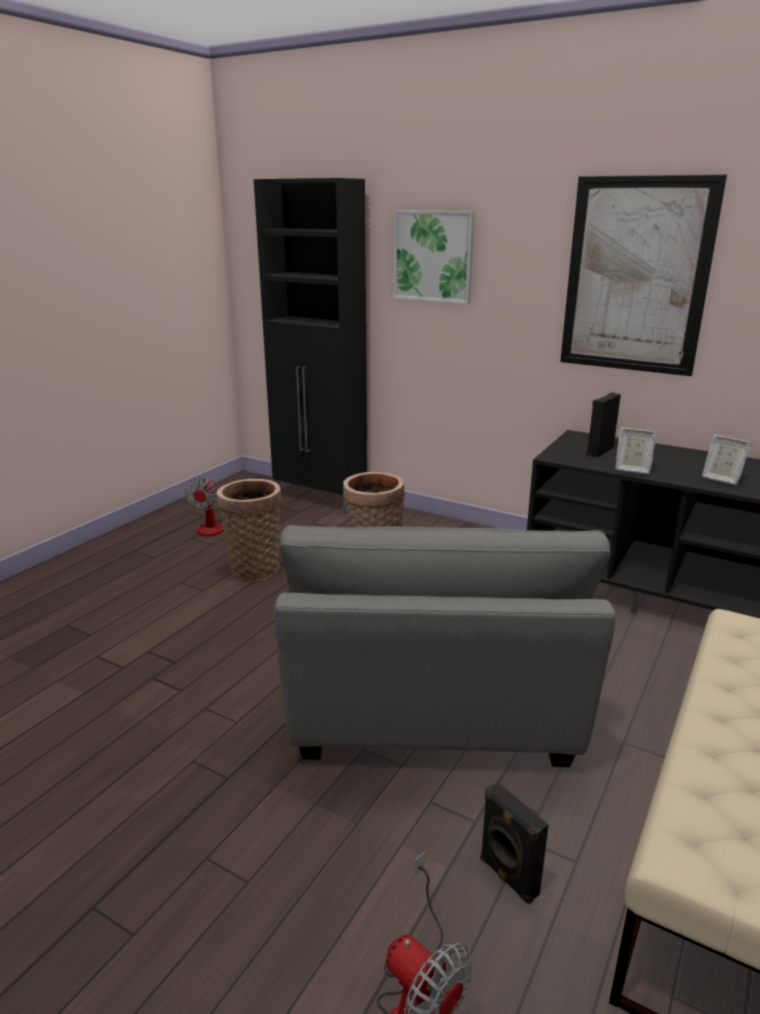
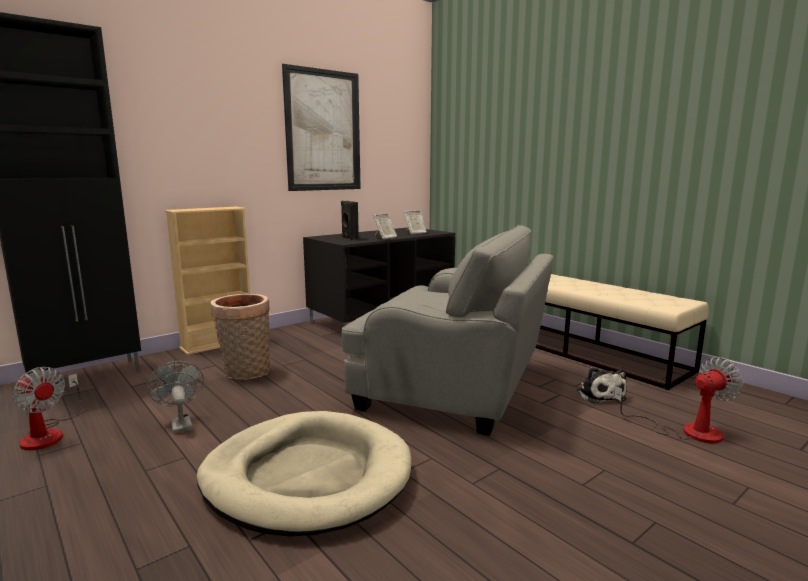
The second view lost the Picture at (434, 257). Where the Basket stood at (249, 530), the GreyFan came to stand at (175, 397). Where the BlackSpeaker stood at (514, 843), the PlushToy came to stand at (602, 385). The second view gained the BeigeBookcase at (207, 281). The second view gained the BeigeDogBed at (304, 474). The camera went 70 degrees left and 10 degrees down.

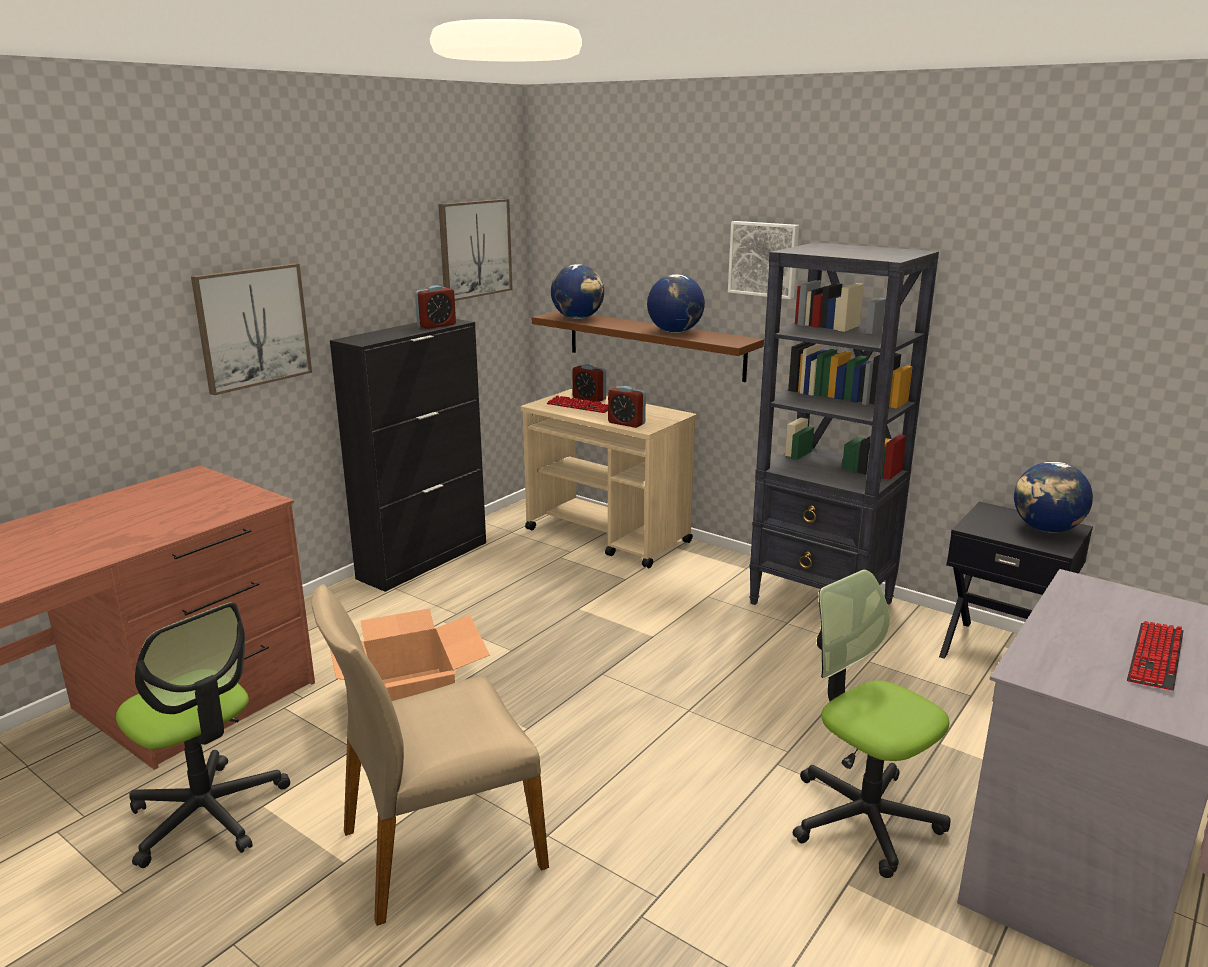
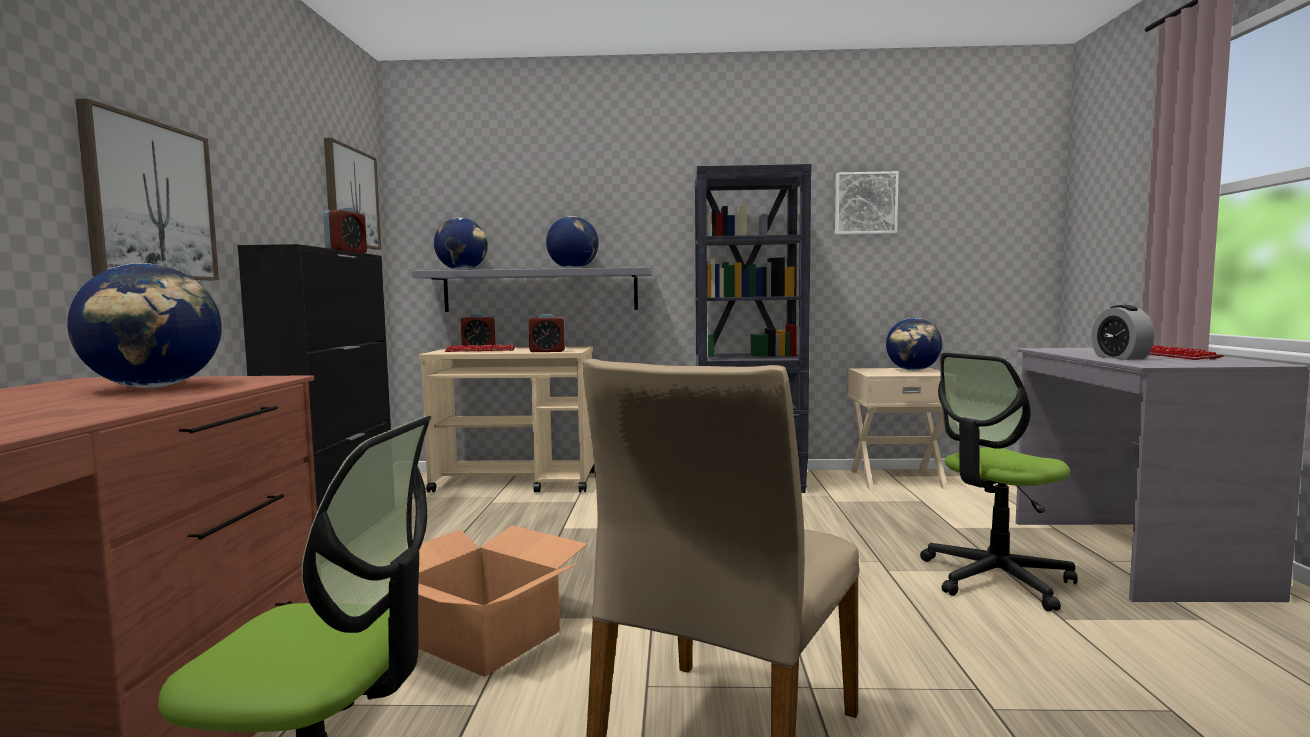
The Picture ended up elsewhere, having gone from (763, 260) to (867, 203). What was the BrownShelf at (648, 346) turned into the GreyShelf at (532, 289). What was the BlackNightstand at (1016, 580) turned into the BeigeNightstand at (898, 428). The OfficeChair at (871, 723) ended up facing another way, 45 degrees counterclockwise from before. The second view gained the Globe at (144, 325). The second view gained the AlarmClock at (1122, 332). The camera went 35 degrees left and 15 degrees down.

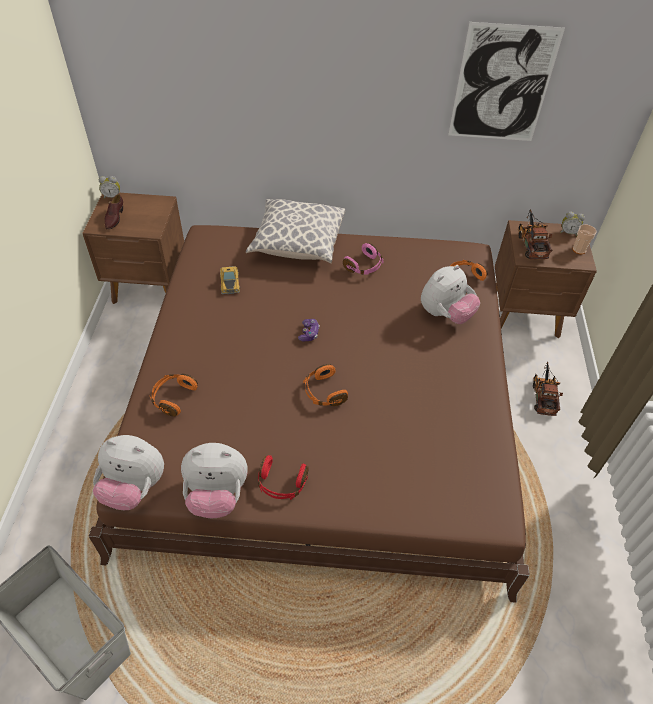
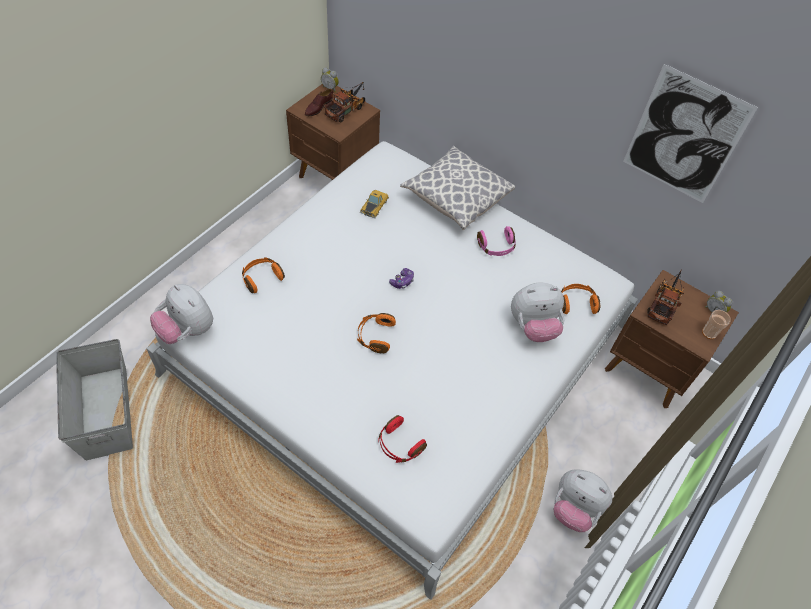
What was the BrownBed at (309, 414) turned into the WhiteBed at (392, 370). The ToyTruck ended up elsewhere, having gone from (548, 389) to (344, 102). The PlushToy ended up elsewhere, having gone from (214, 480) to (583, 500). The RedHeadphones ended up elsewhere, having gone from (283, 477) to (402, 439). The camera went 30 degrees right and 5 degrees up.

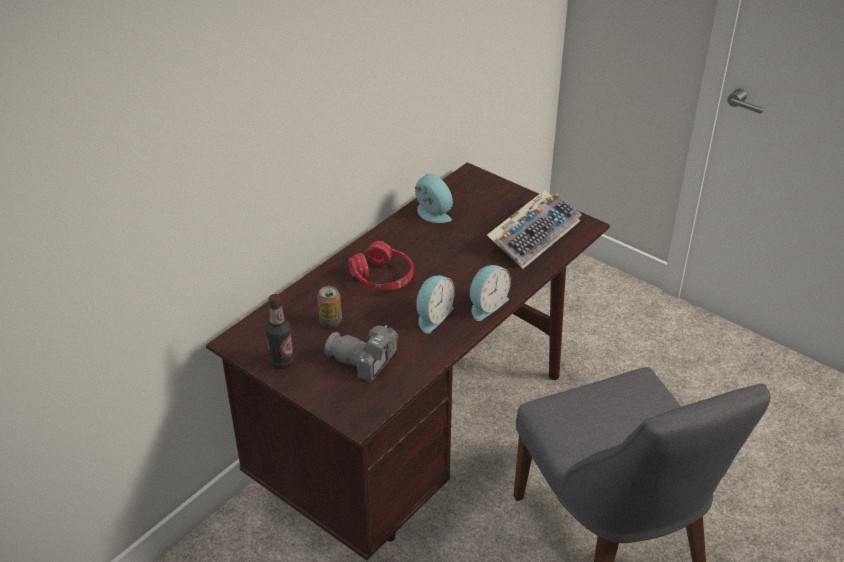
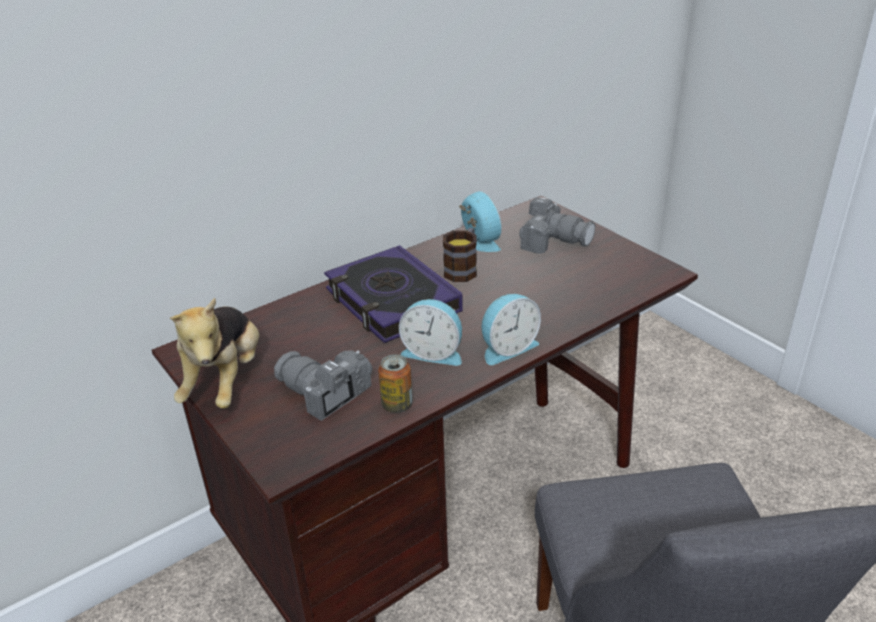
The second view lost the Keyboard at (534, 229). Where the RedHeadphones stood at (380, 265), the Book came to stand at (393, 294). The AlarmClock at (435, 305) ended up facing another way, 60 degrees clockwise from before. The Can ended up elsewhere, having gone from (329, 306) to (395, 383). Where the Bottle stood at (279, 331), the PlushToy came to stand at (214, 353). The second view gained the PhotoCamera at (557, 225). The second view gained the Mug at (460, 255). The camera went 15 degrees right and 5 degrees down.

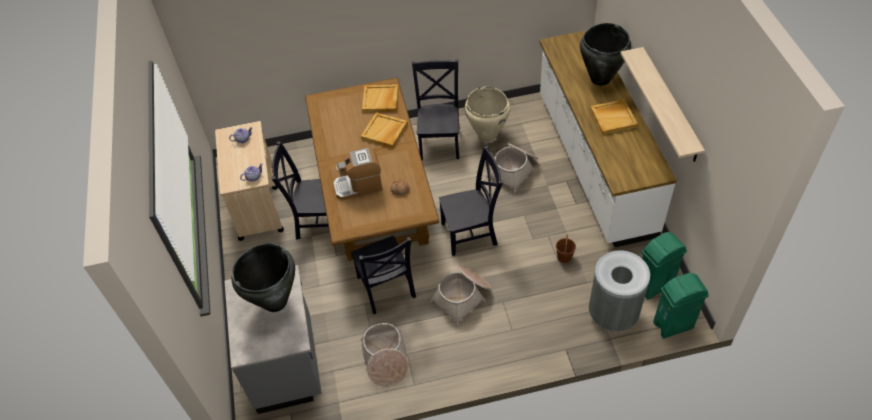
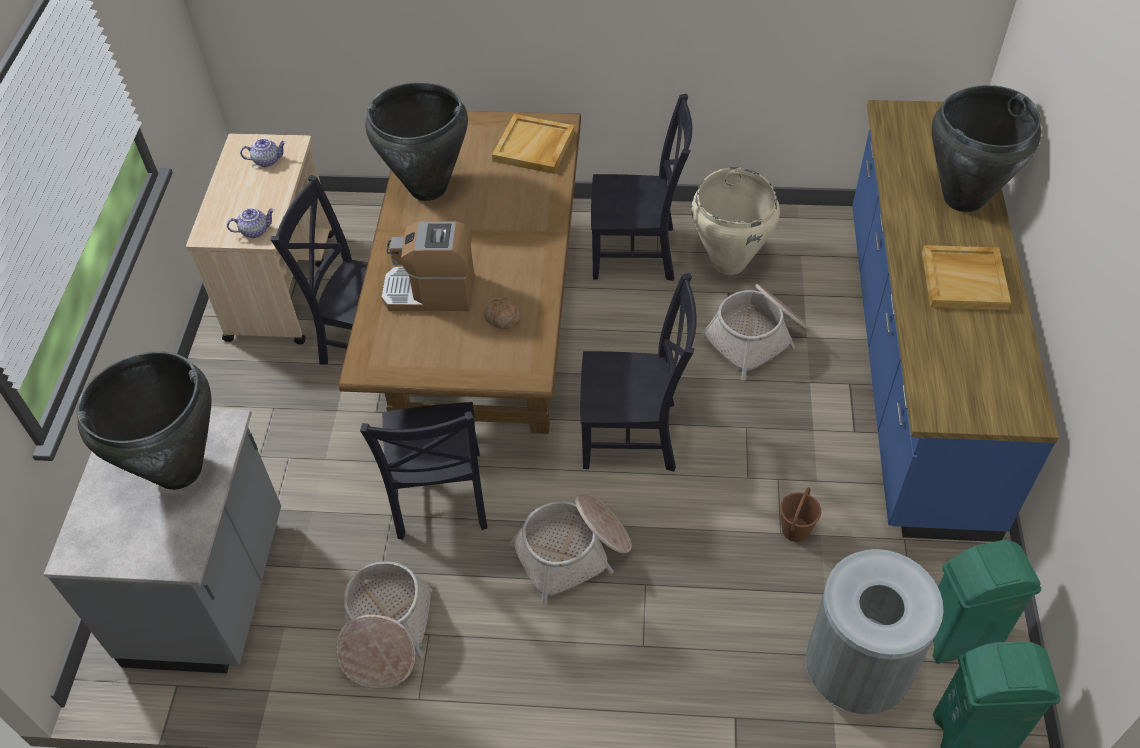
What was the WhiteCounter at (608, 138) turned into the BlueCounter at (955, 321). The second view lost the Shelf at (662, 104). The BlackChair at (435, 109) ended up facing another way, 75 degrees clockwise from before. The second view lost the BeigeTray at (384, 130). The second view gained the BlackVase at (416, 141). The camera went 15 degrees right and 0 degrees up.

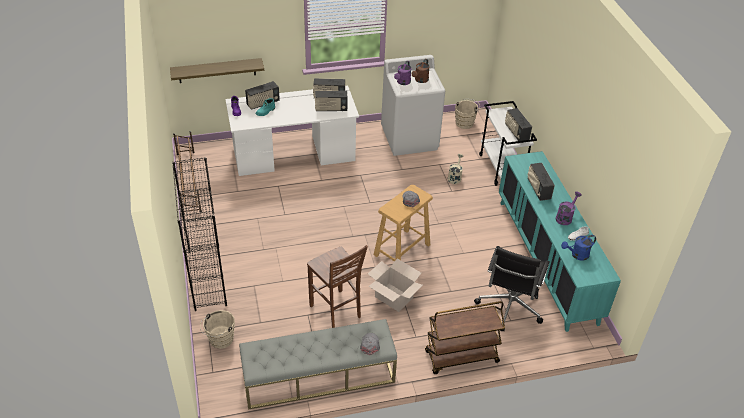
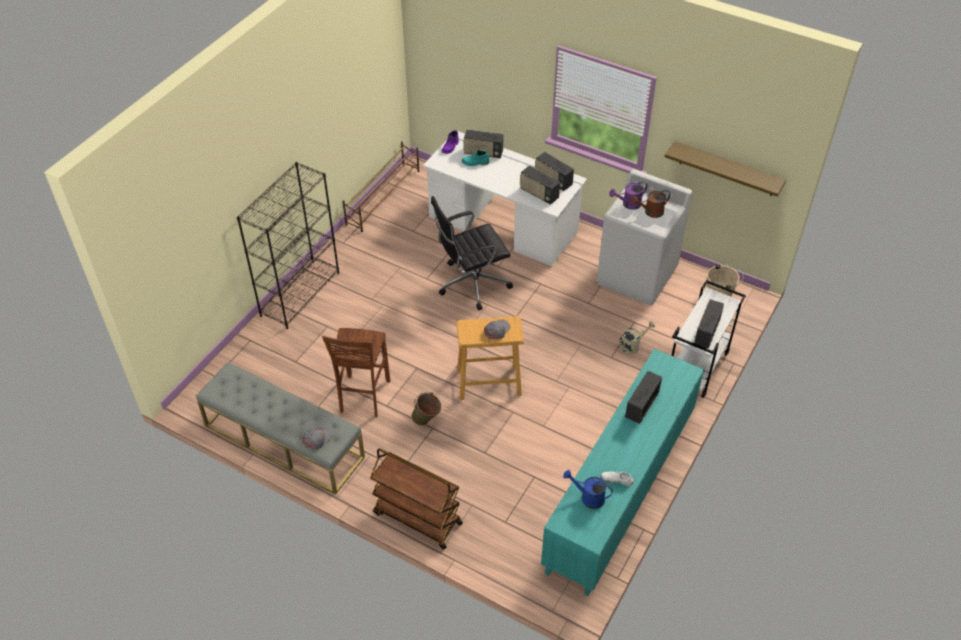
The Shelf ended up elsewhere, having gone from (217, 70) to (725, 168). The second view lost the PurpleWateringCan at (569, 208). The BlackOfficeChair ended up elsewhere, having gone from (512, 288) to (472, 253). Where the CardboardBox stood at (395, 285), the GreenBucket came to stand at (426, 408). The second view lost the BeigeBucket at (217, 329). The camera went 45 degrees right and 5 degrees up.

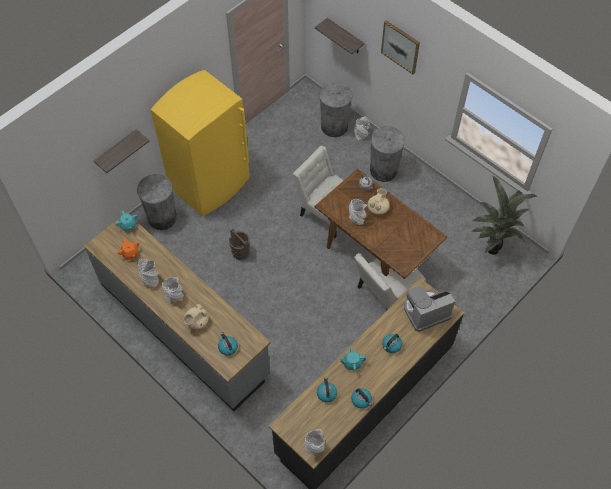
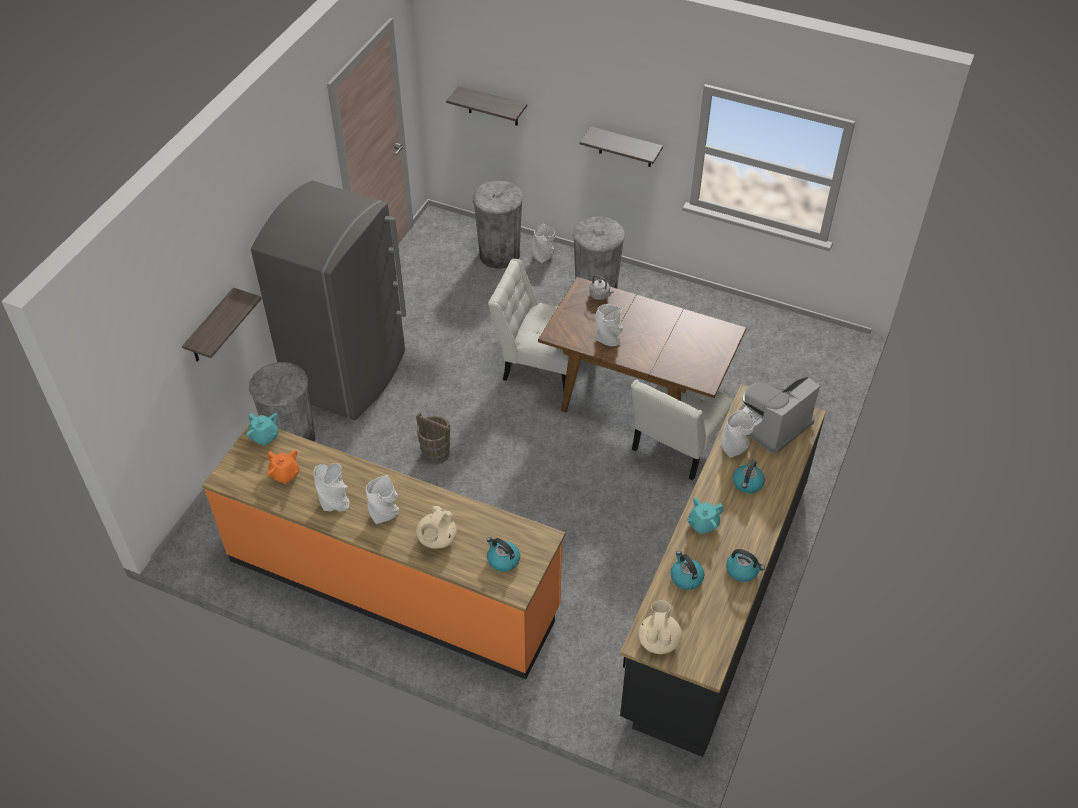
The second view lost the Picture at (400, 47). What was the YellowFridge at (200, 143) turned into the GreyFridge at (328, 300). The second view lost the PottedPlant at (504, 215). The BeigeTeapot ended up elsewhere, having gone from (378, 201) to (660, 627). What was the GreyCounter at (177, 312) turned into the OrangeCounter at (383, 552). The GreyVase ended up elsewhere, having gone from (315, 441) to (737, 433). The second view gained the Shelf at (621, 146). The camera went 20 degrees left and 10 degrees down.

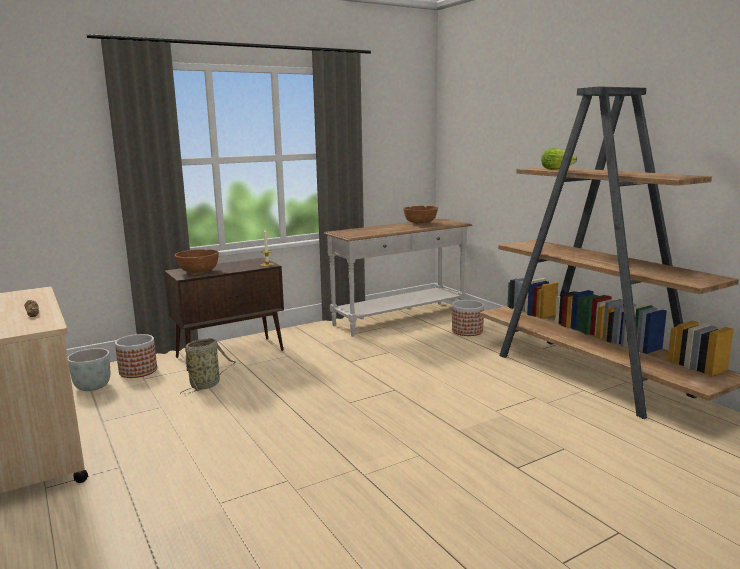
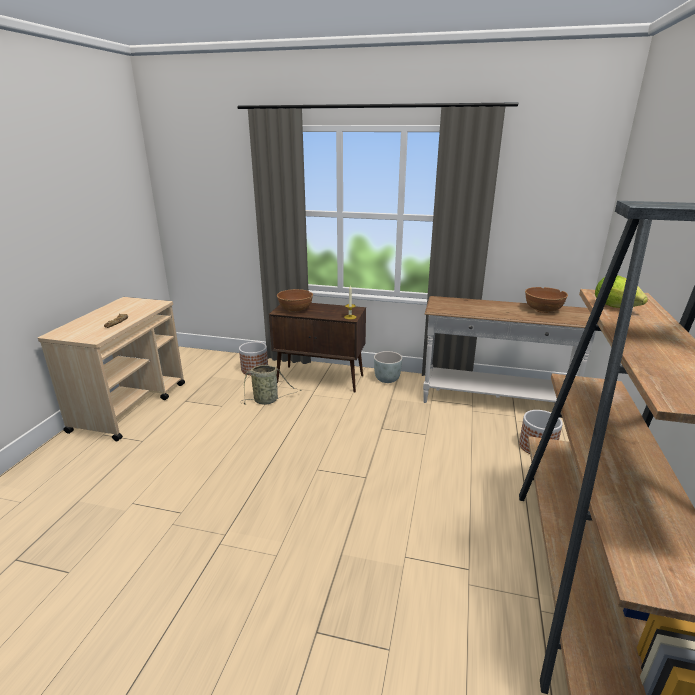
The GreyPlanter ended up elsewhere, having gone from (89, 369) to (388, 367). The camera went 45 degrees right and 10 degrees up.

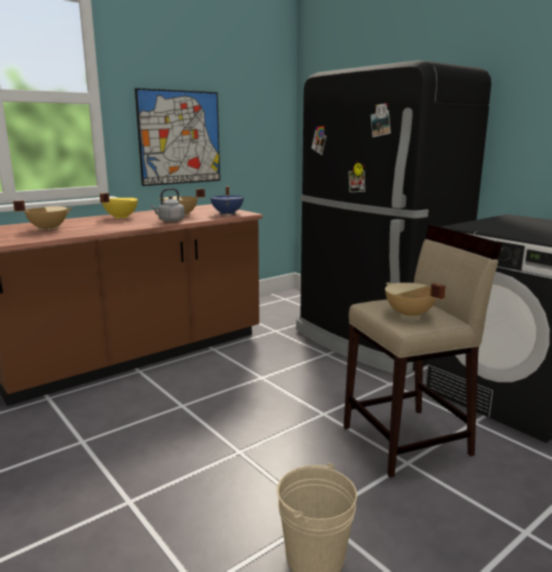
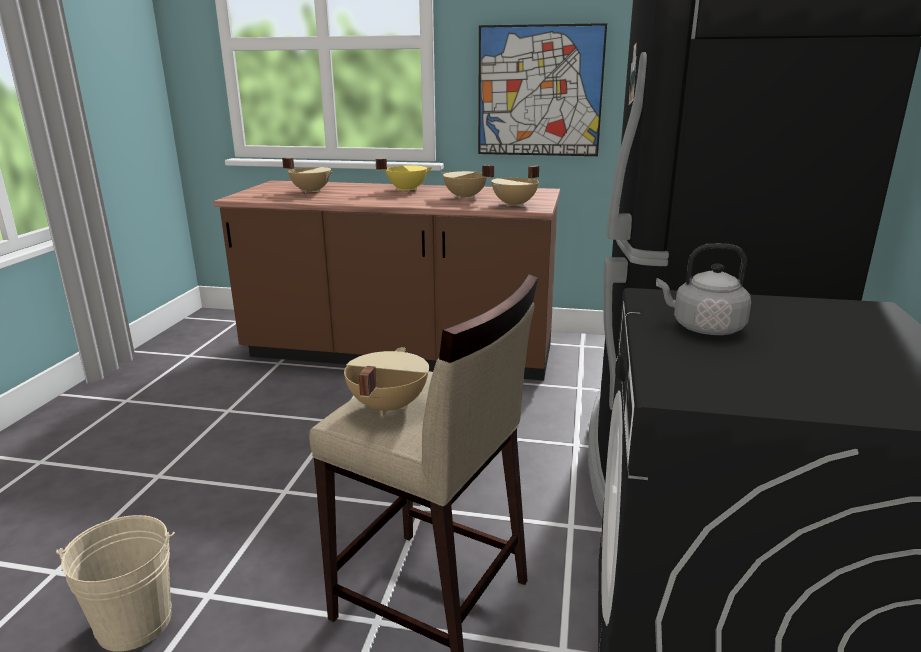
What was the BlueCookingPot at (227, 200) turned into the BeigeCookingPot at (515, 186). The GreyKettle ended up elsewhere, having gone from (168, 205) to (703, 289). The camera went 50 degrees right and 5 degrees up.

